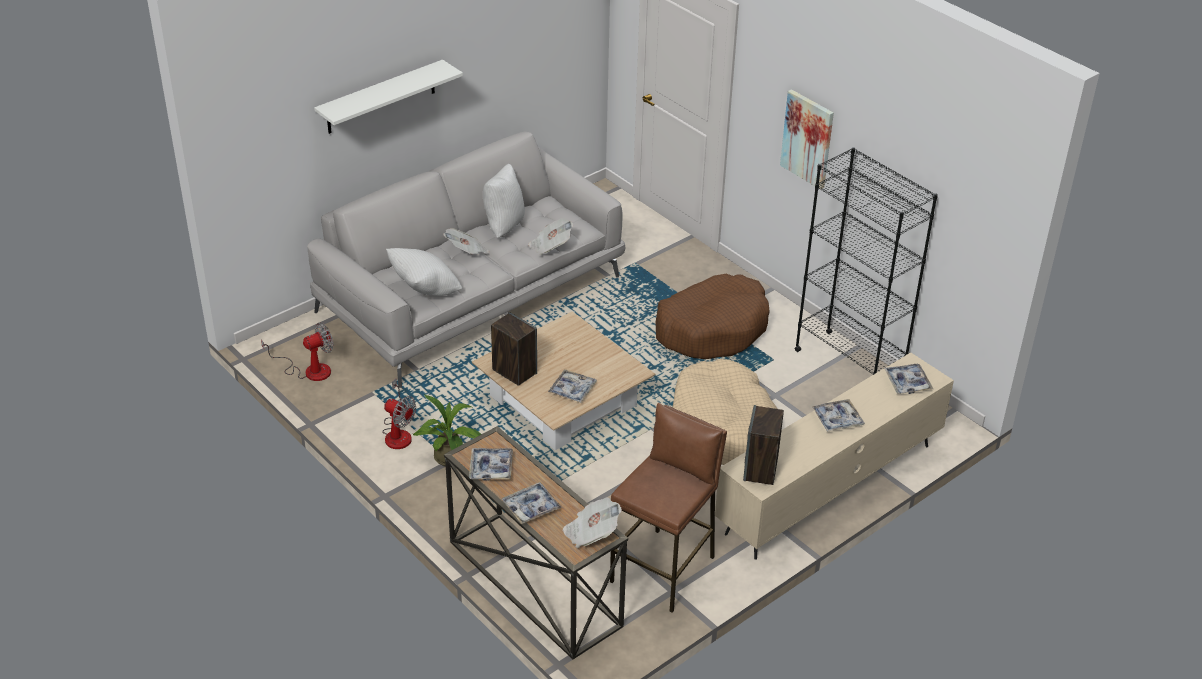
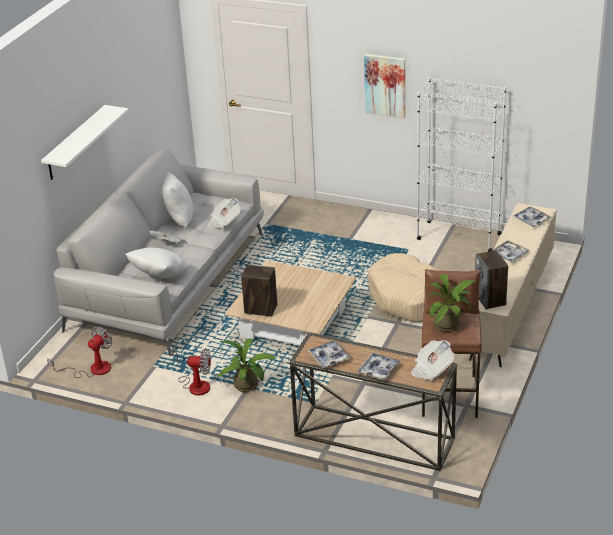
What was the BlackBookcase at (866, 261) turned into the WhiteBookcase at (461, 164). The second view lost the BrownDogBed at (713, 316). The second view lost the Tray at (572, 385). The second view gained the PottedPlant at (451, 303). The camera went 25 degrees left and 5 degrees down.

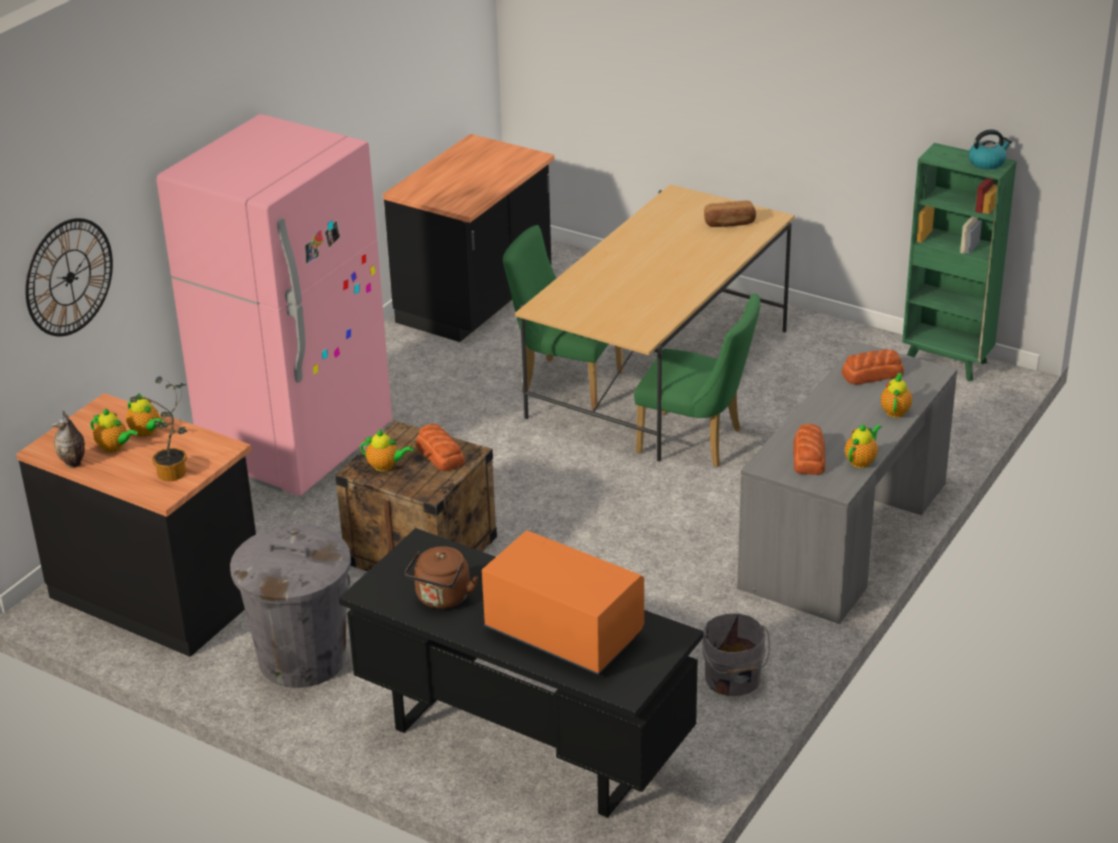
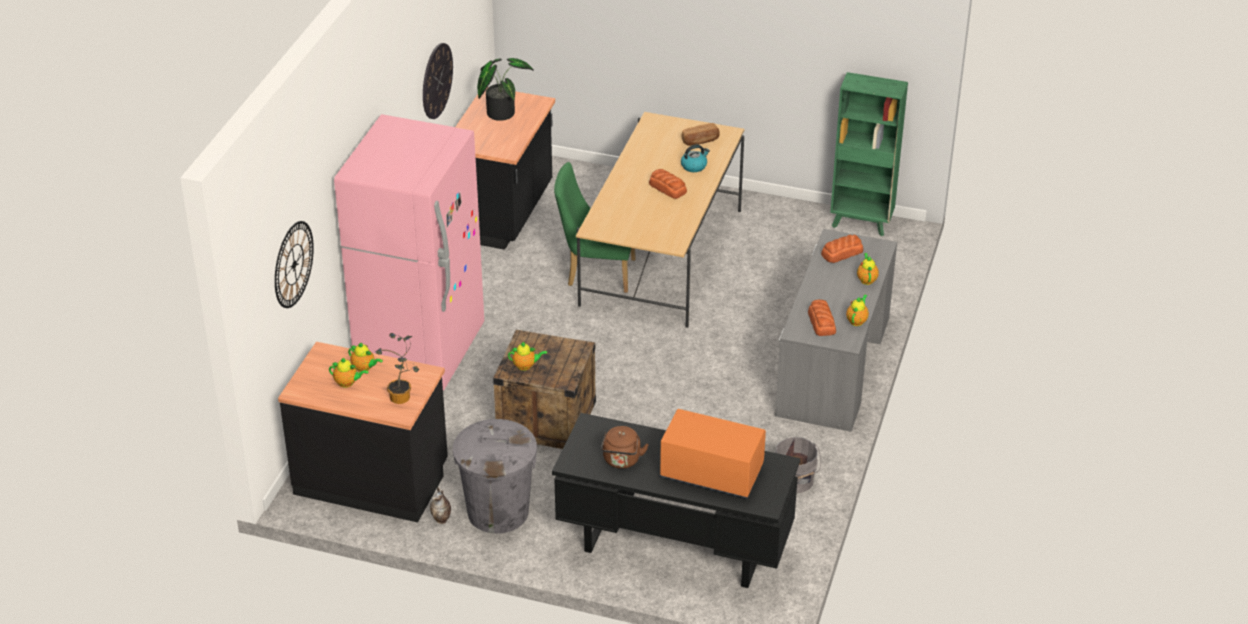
The Kettle ended up elsewhere, having gone from (990, 149) to (695, 158). The second view lost the GreenChair at (697, 380). The Vase ended up elsewhere, having gone from (68, 439) to (440, 505). The Bread ended up elsewhere, having gone from (440, 447) to (668, 184). The second view gained the WallClock at (438, 81). The second view gained the PottedPlant at (505, 89). The camera went 15 degrees left and 5 degrees up.

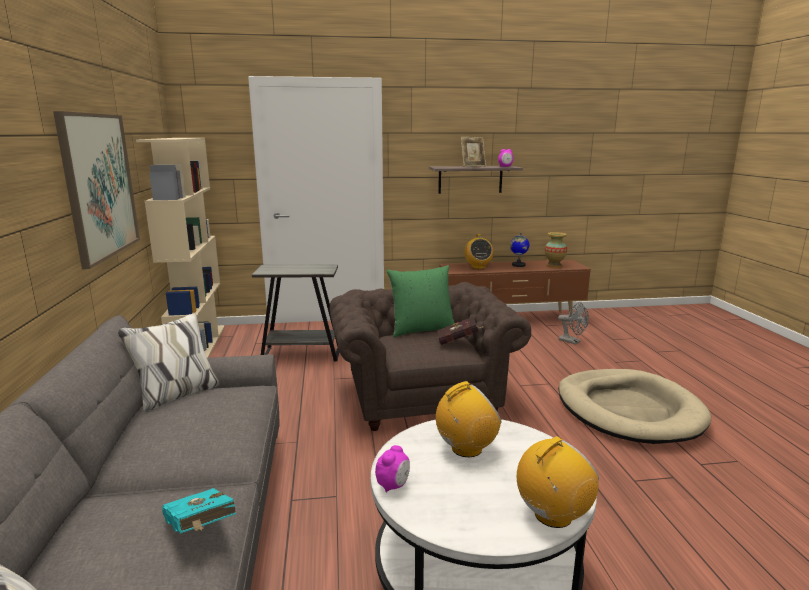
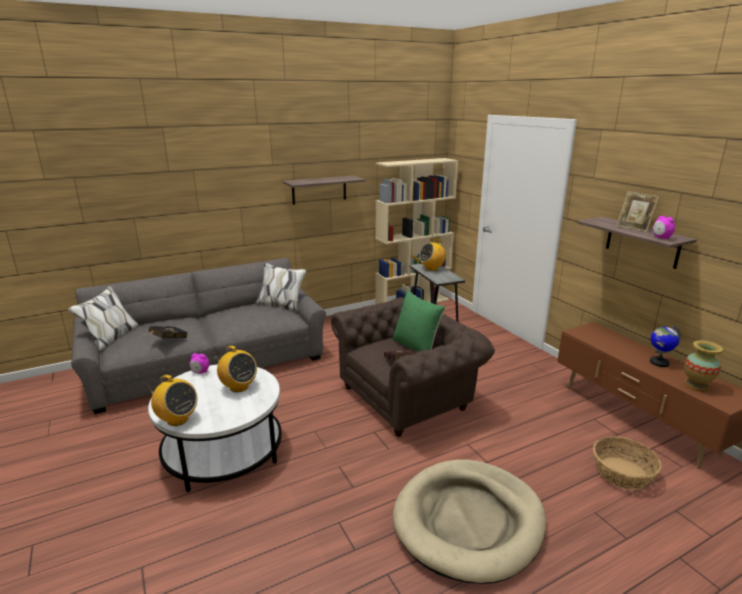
Where the Picture hung at (96, 190), the Shelf came to hang at (324, 190). The Radio ended up elsewhere, having gone from (479, 251) to (432, 255). Where the GreyFan stood at (573, 323), the Basket came to stand at (627, 463). What was the TurquoiseBook at (199, 511) turned into the BlackBook at (168, 332). The camera went 70 degrees right and 5 degrees up.

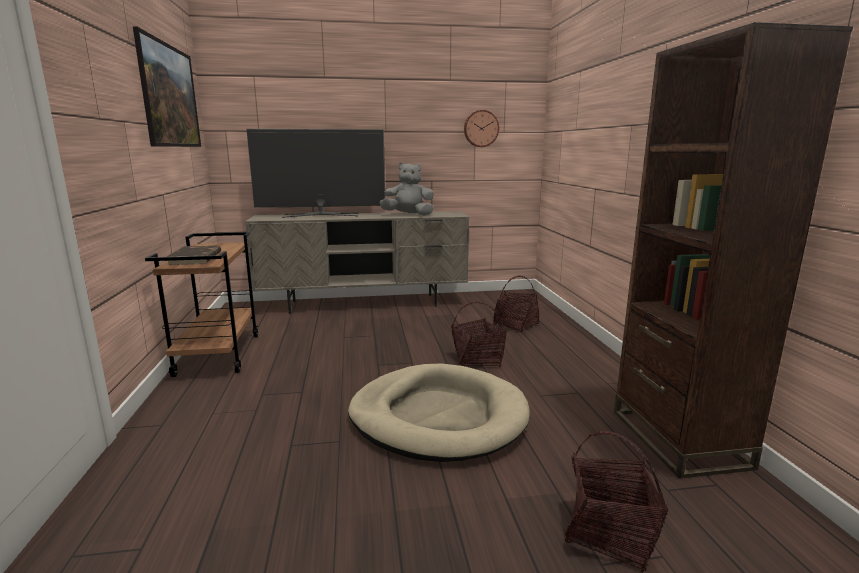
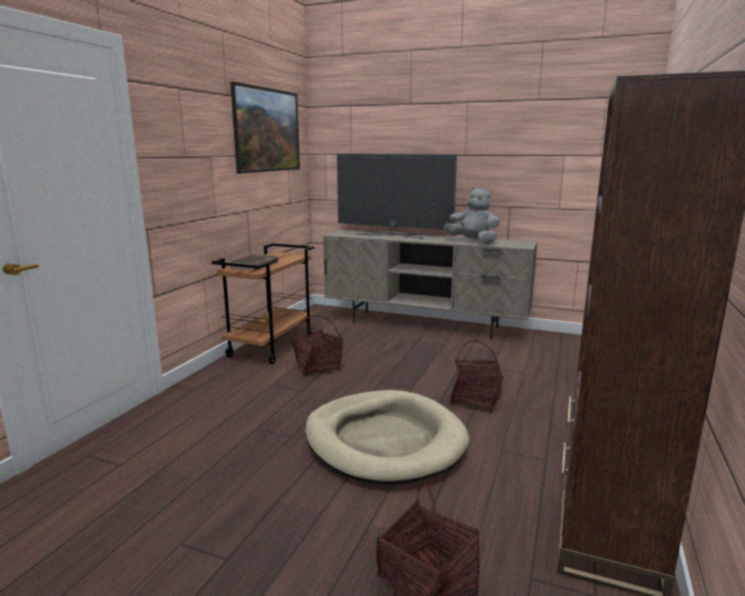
The second view lost the WallClock at (481, 128). The Basket ended up elsewhere, having gone from (516, 304) to (317, 345). The camera went 30 degrees right and 0 degrees up.

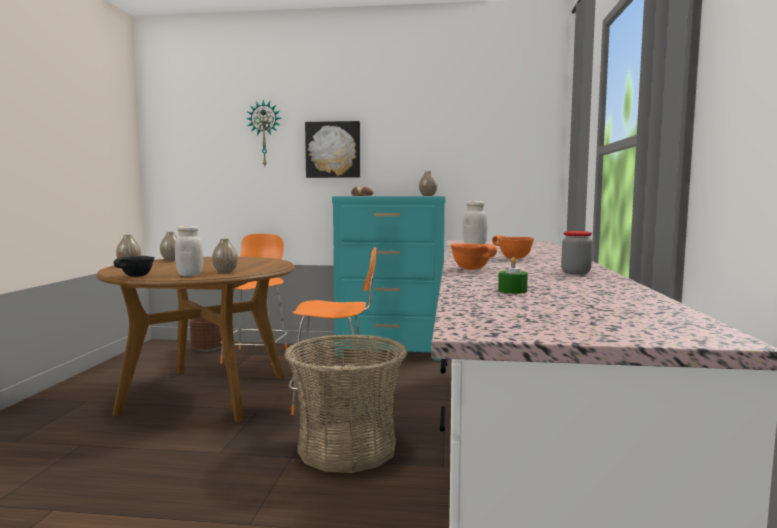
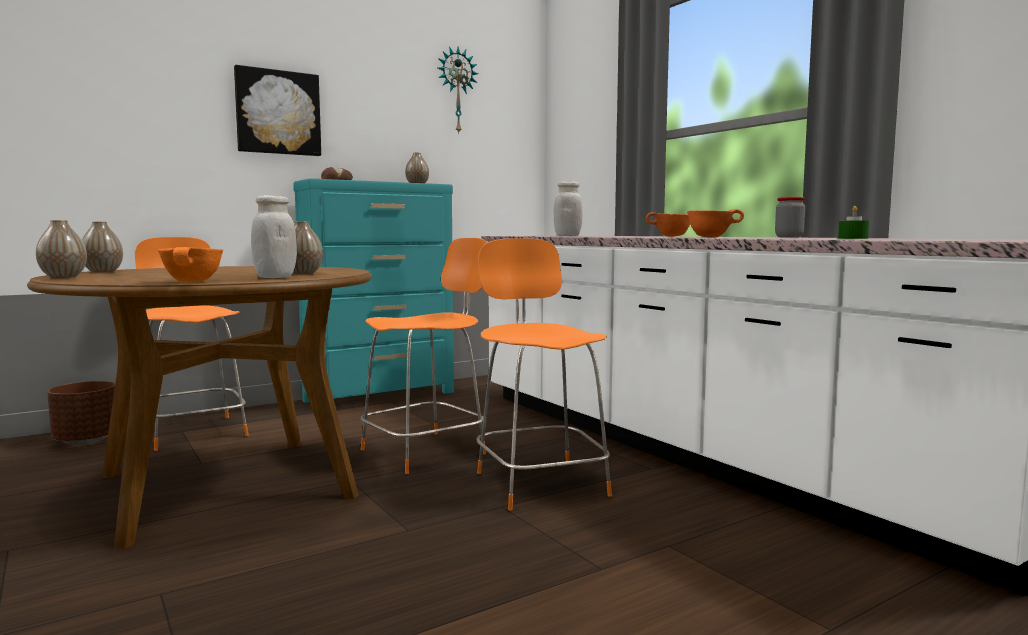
The WallClock ended up elsewhere, having gone from (264, 133) to (458, 90). What was the BlackBowl at (134, 266) turned into the OrangeBowl at (190, 264). Where the Basket stood at (345, 403), the OrangeChair came to stand at (544, 374). The camera went 40 degrees left and 0 degrees up.

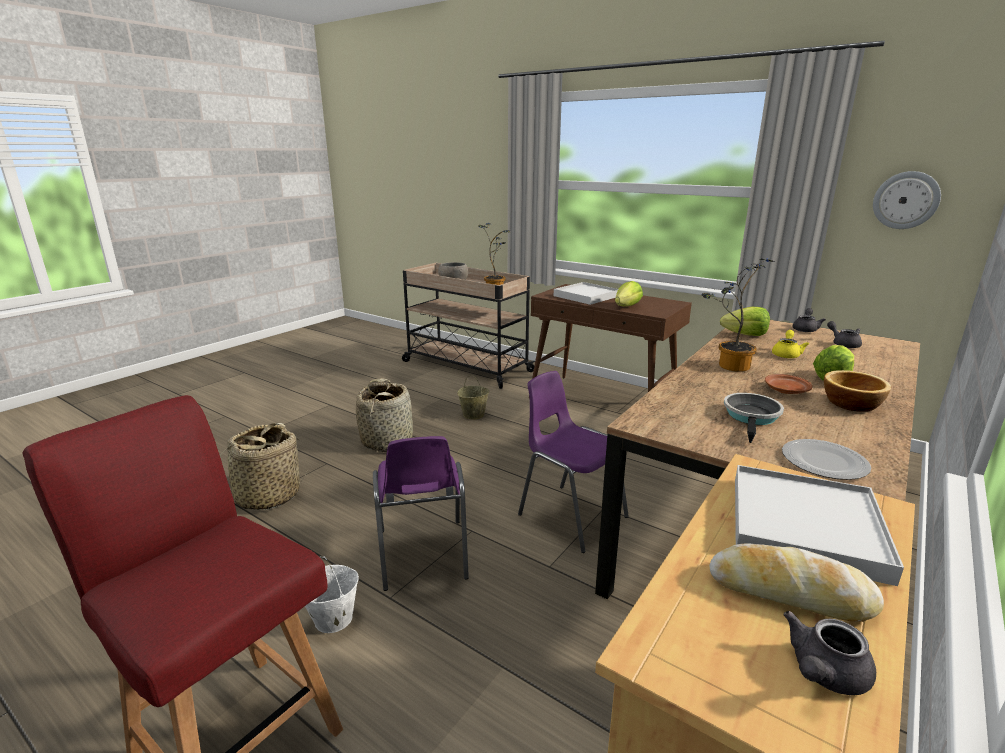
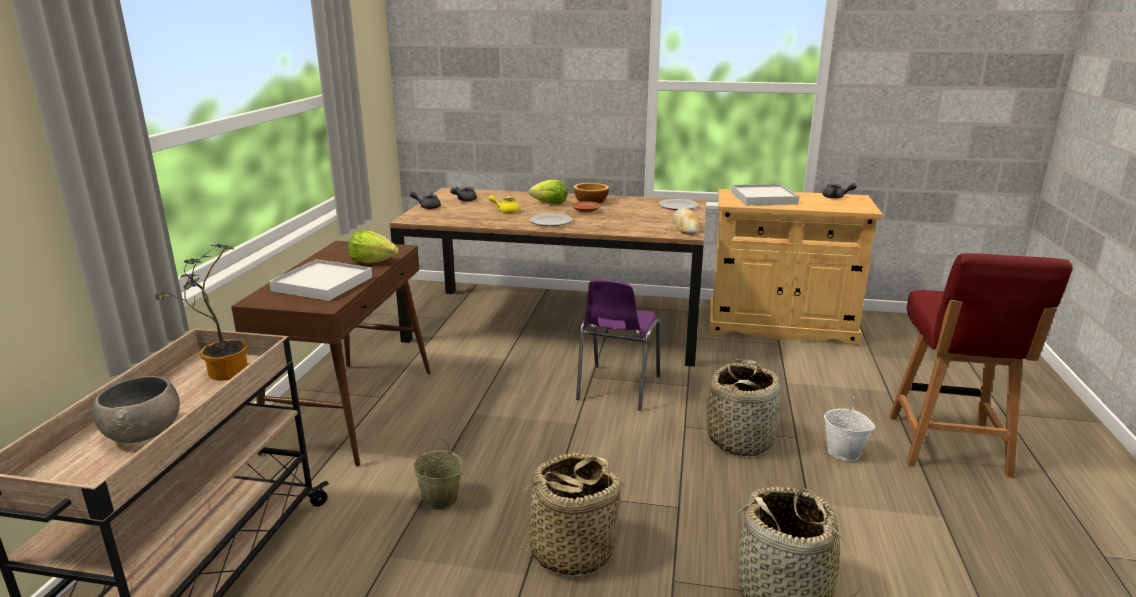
The second view lost the WallClock at (907, 200). Where the PottedPlant stood at (738, 315), the Plate came to stand at (551, 219). The second view lost the Lettuce at (745, 321). The second view lost the FryingPan at (754, 418). Where the PurpleChair stood at (421, 513), the Basket came to stand at (743, 407). The Bread ended up elsewhere, having gone from (797, 582) to (686, 221). The camera went 115 degrees left and 0 degrees up.

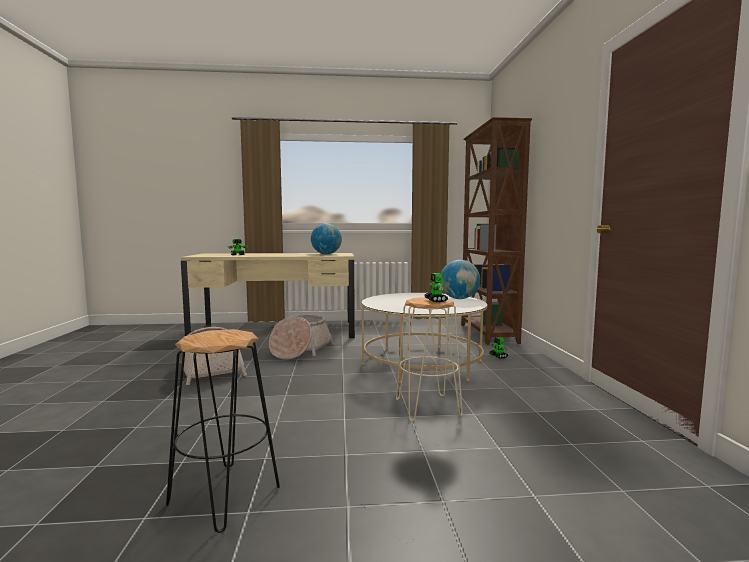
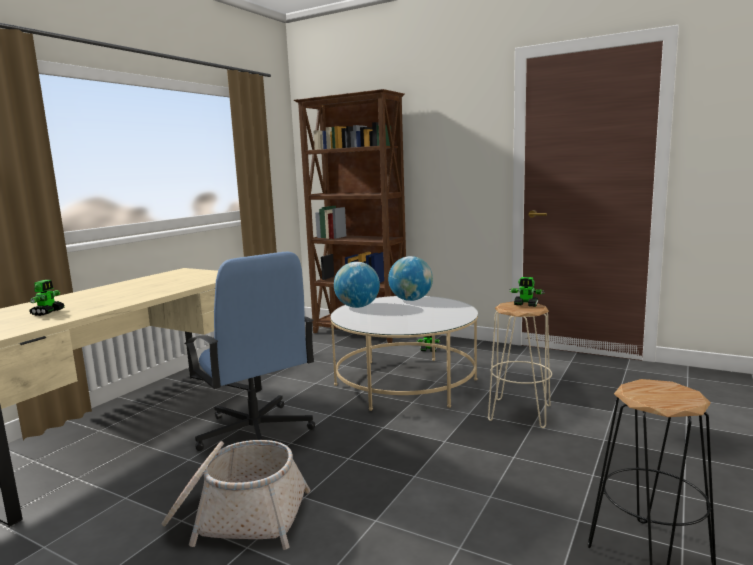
The Globe ended up elsewhere, having gone from (326, 238) to (357, 285). Where the Basket stood at (302, 337), the BlueOfficeChair came to stand at (250, 351). The camera went 55 degrees left and 5 degrees up.

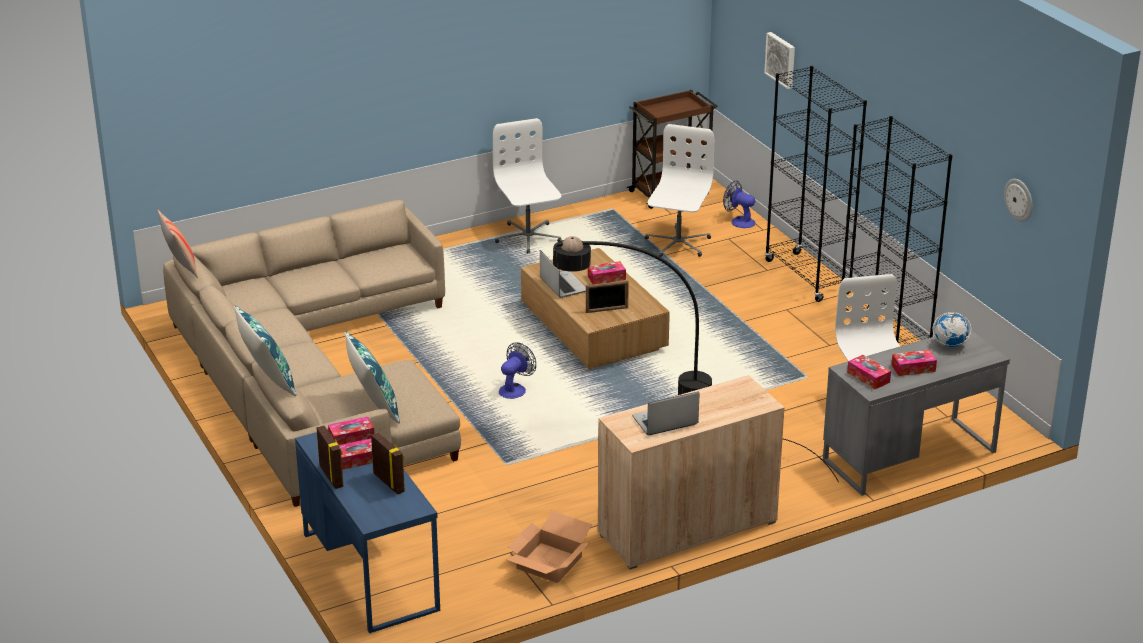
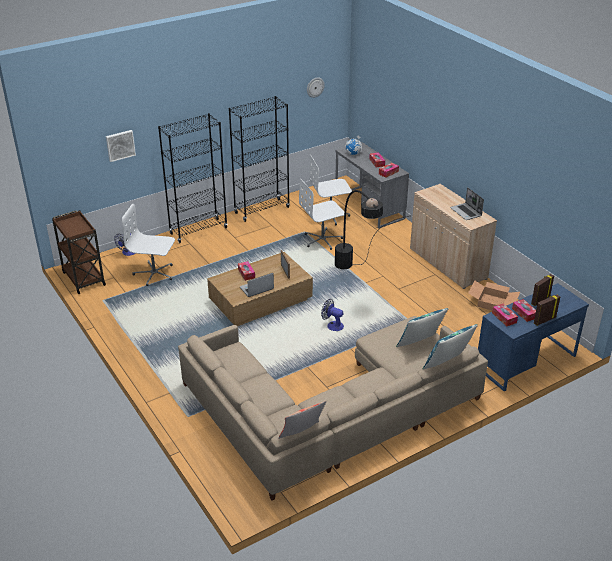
The WhiteOfficeChair ended up elsewhere, having gone from (527, 186) to (321, 214). The camera went 95 degrees left and 5 degrees up.

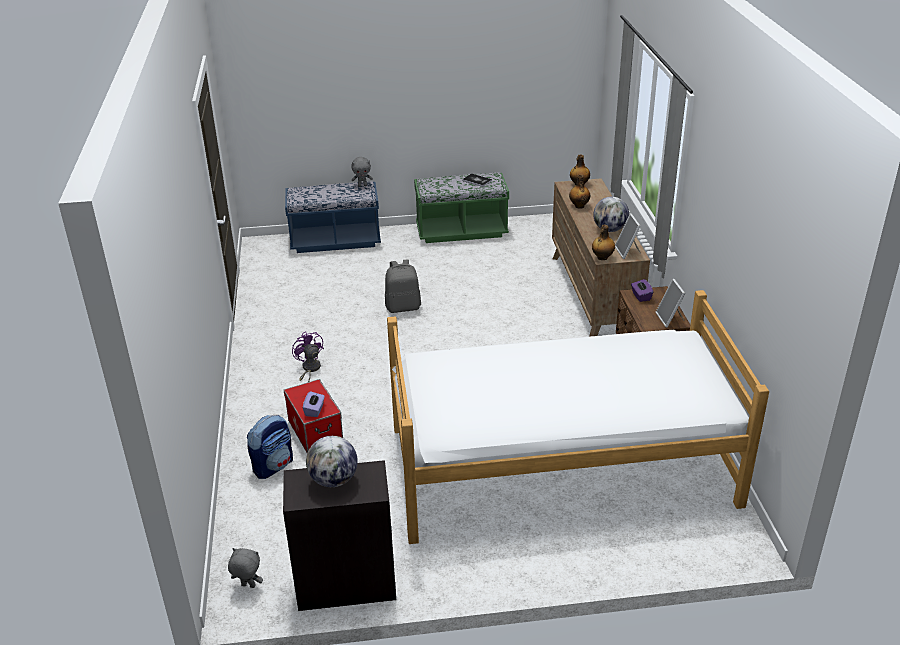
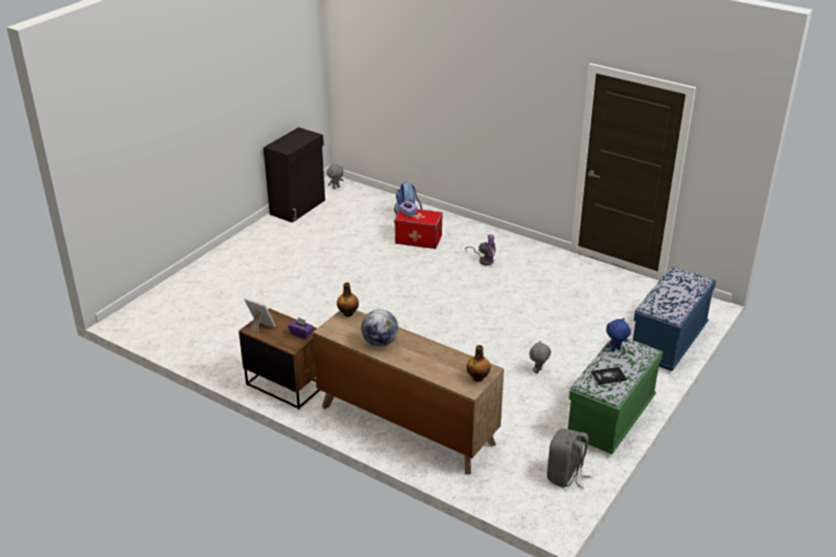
The GreyPlushToy ended up elsewhere, having gone from (362, 172) to (540, 357). The second view lost the Bottle at (579, 192). The second view lost the PictureFrame at (628, 236). The GreyBackpack ended up elsewhere, having gone from (403, 286) to (568, 459). The second view lost the Bed at (578, 417). The second view lost the Globe at (332, 461). The second view gained the BluePlushToy at (618, 335). The camera went 130 degrees right and 0 degrees up.

